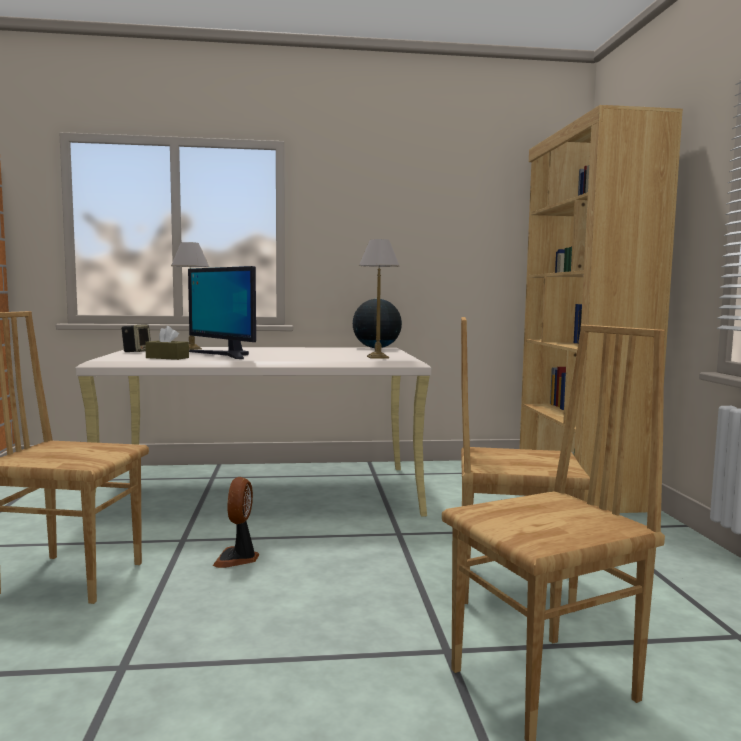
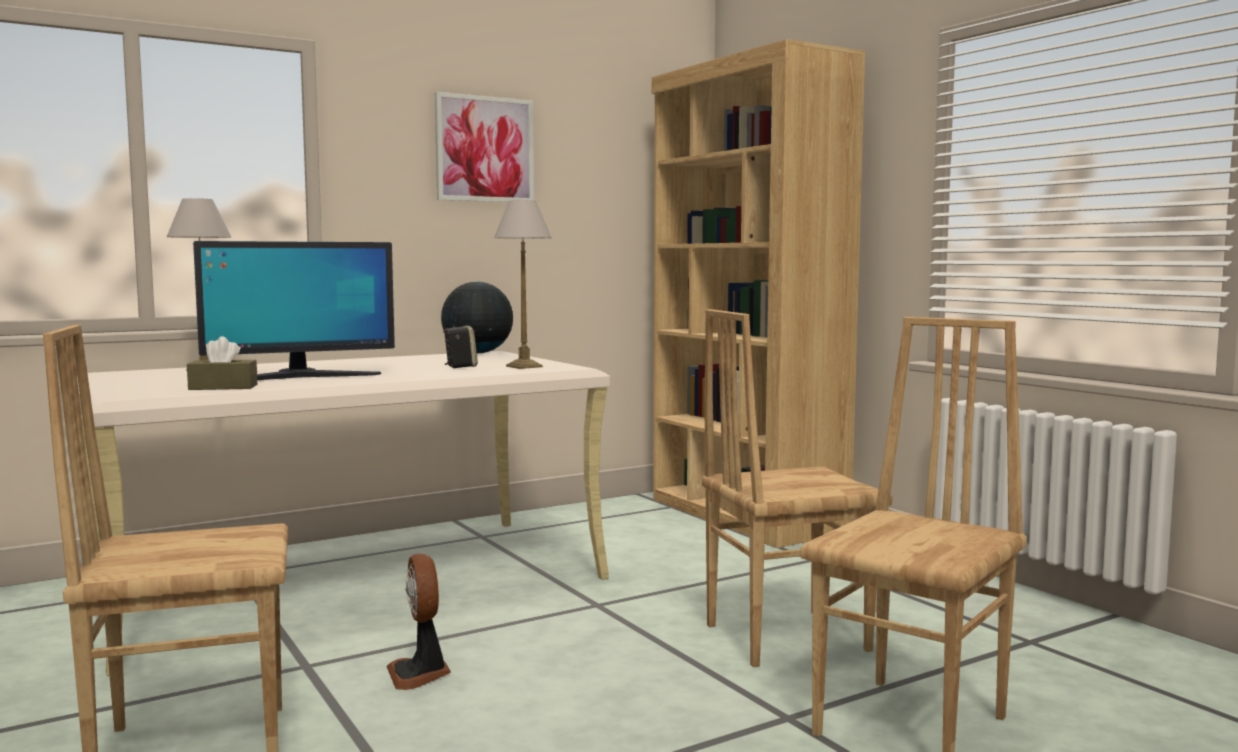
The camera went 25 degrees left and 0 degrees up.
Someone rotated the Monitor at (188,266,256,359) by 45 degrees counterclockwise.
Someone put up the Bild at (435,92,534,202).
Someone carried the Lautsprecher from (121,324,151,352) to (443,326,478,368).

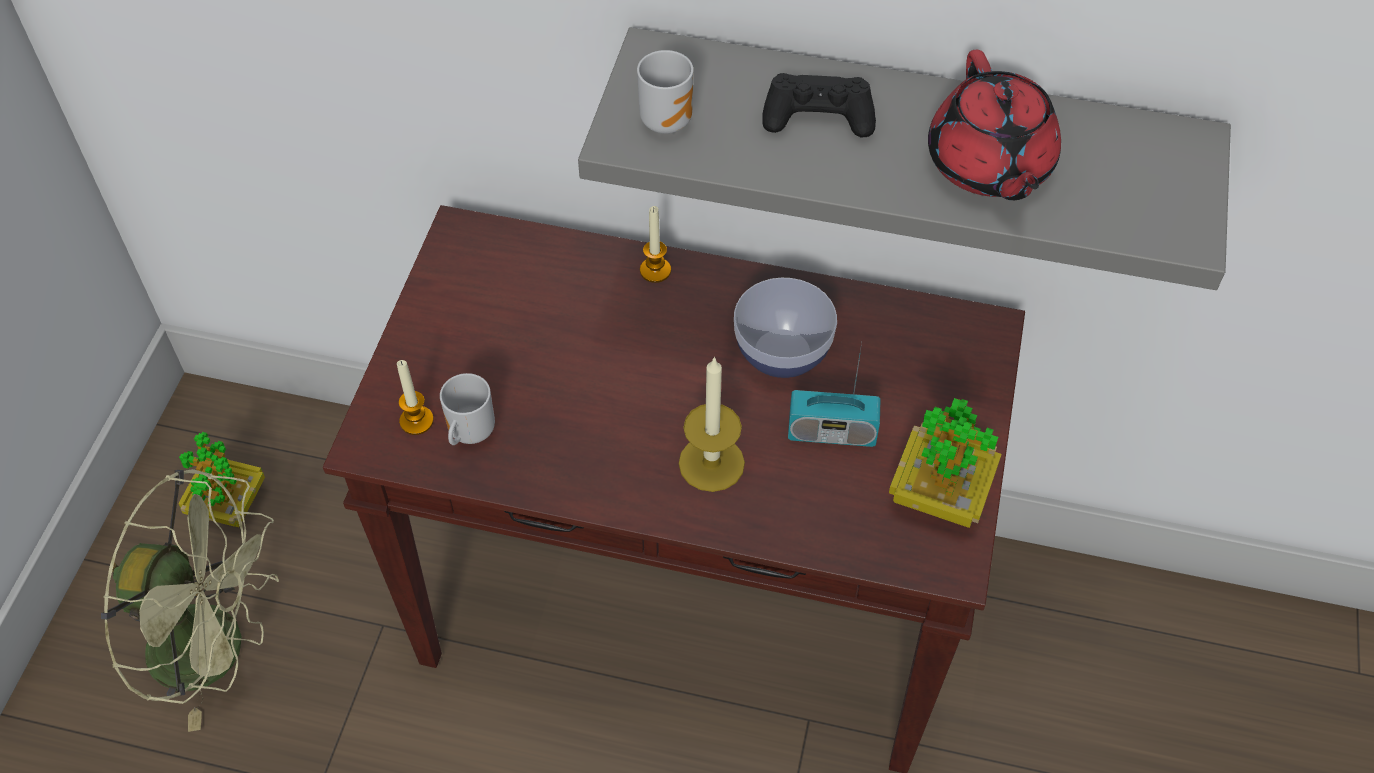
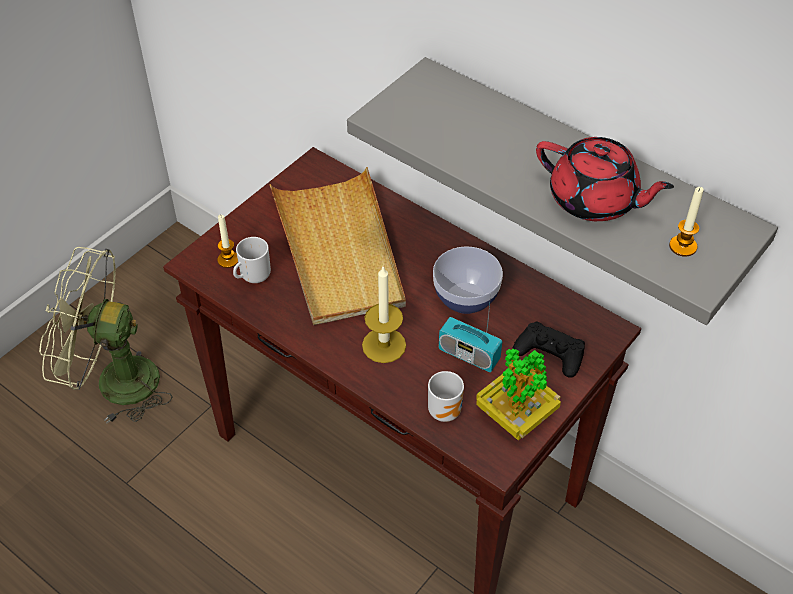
The camera went 25 degrees right and 5 degrees down.
Someone rotated the Ventilator/grün at (101,469,279,732) by 150 degrees clockwise.
Someone put down the Tablett/beige at (269,167,406,325).
Someone carried the Henkelbecher from (637,50,693,134) to (428,371,464,422).
Someone carried the Gamepad/schwarz from (762,73,876,137) to (512,322,585,377).
Someone rotated the Teekanne/rot at (928,49,1061,200) by 75 degrees counterclockwise.
Someone carried the Kerze from (640,206,671,283) to (669,187,704,257).
Someone took away the Topfpflanze at (178,432,265,527).

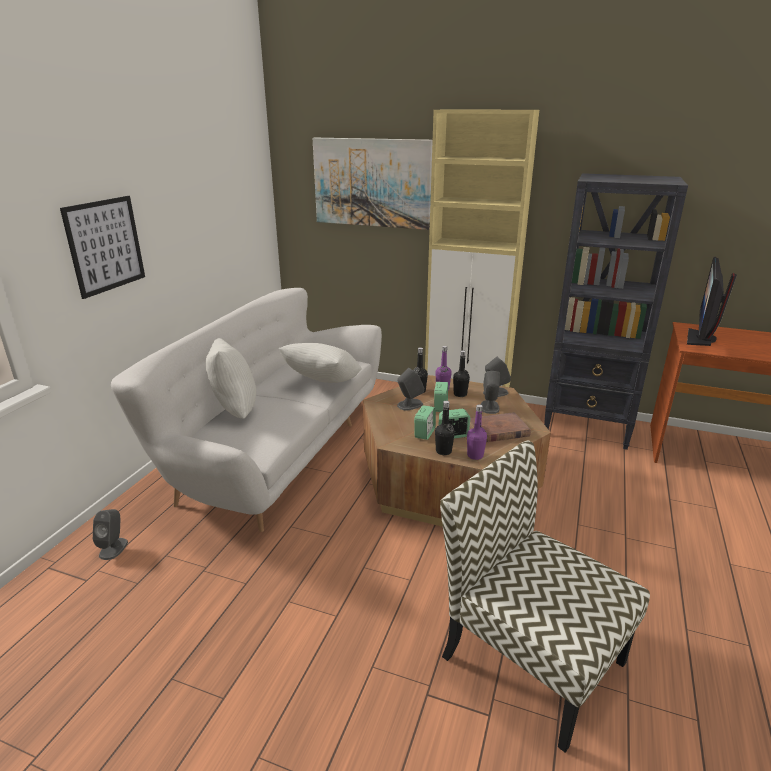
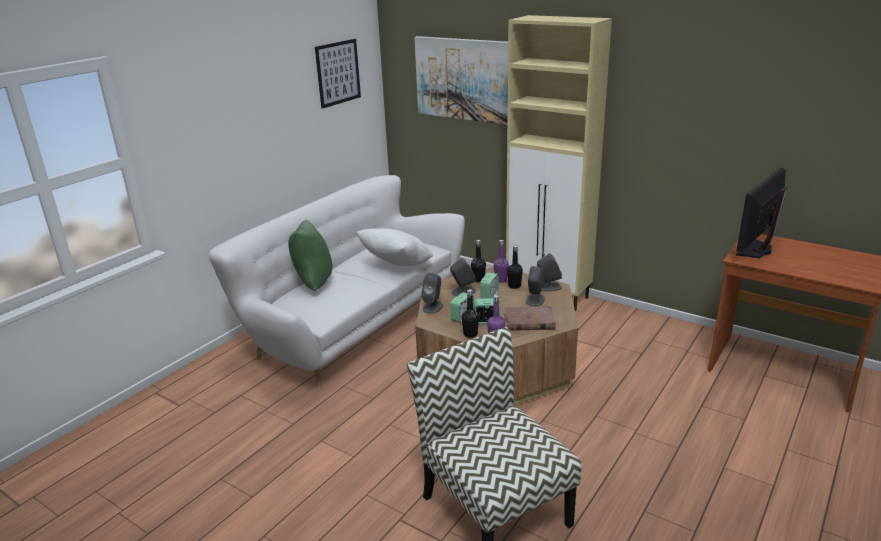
The camera went 15 degrees right and 0 degrees up.
Someone repainted the Kissen/weiß at (205,338,256,419), which became the Kissen/grün at (288,220,333,291).
Someone carried the Bild from (60,196,145,299) to (315,39,361,109).
Someone carried the Lautsprecher/grau from (93,509,128,560) to (421,273,443,314).
Someone took away the Bücherregal/schwarz at (544,173,688,450).

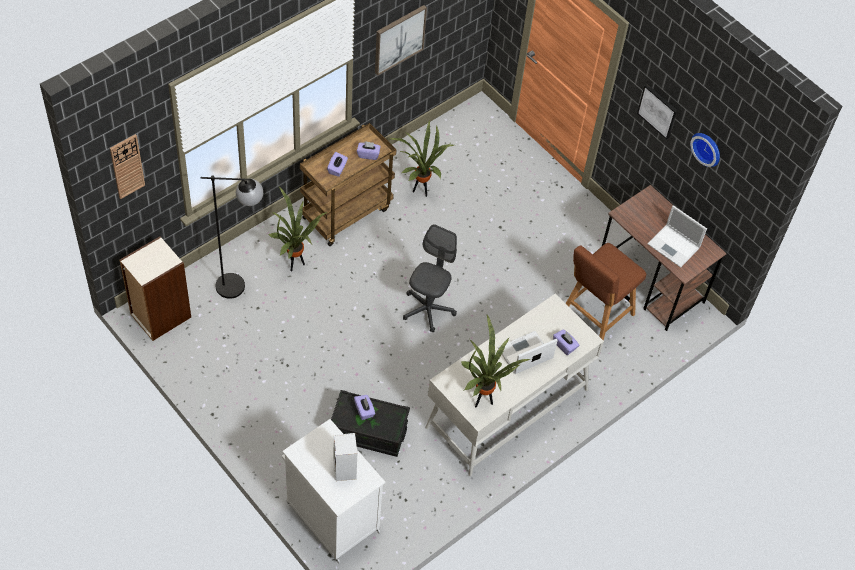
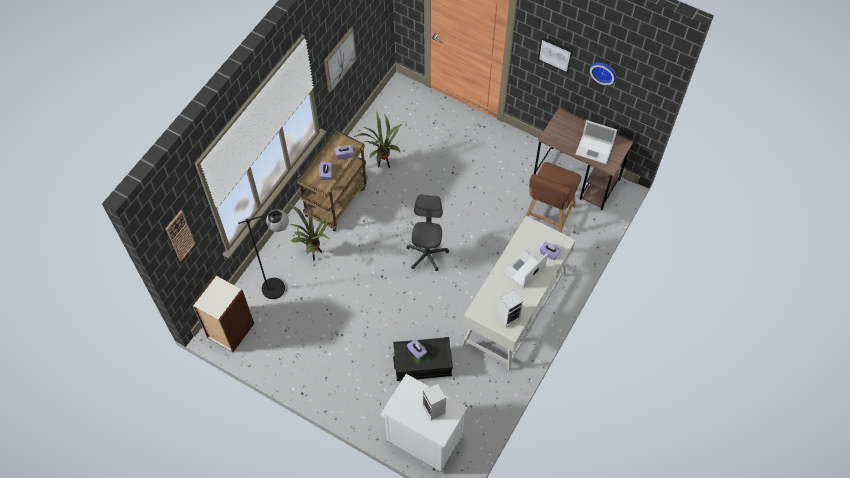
The camera went 15 degrees left and 5 degrees up.
Someone swapped the Topfpflanze at (460,315,531,408) for the Lautsprecher at (497,290,523,327).

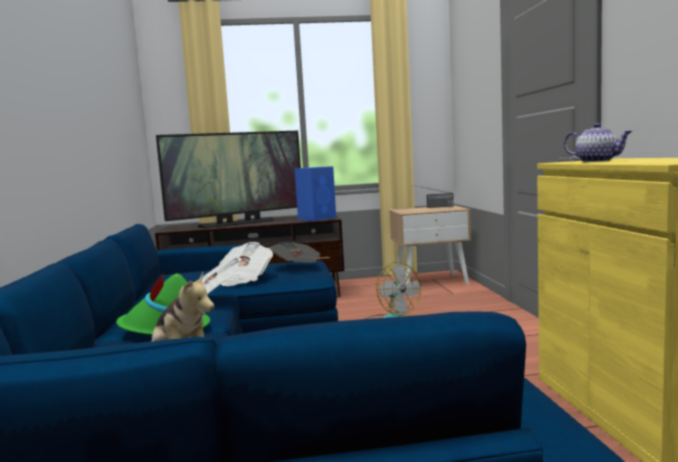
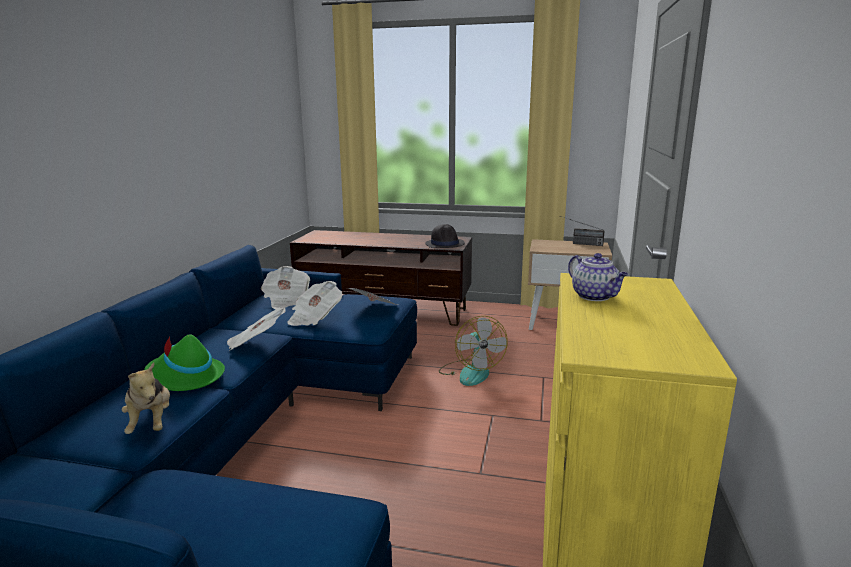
The camera went 20 degrees right and 10 degrees up.
Someone put down the Zeitung at (261,266,310,309).
Someone swapped the Lautsprecher/blau at (295,166,336,221) for the Hut/schwarz at (425,224,465,248).
Someone took away the Fernseher at (156,131,301,228).

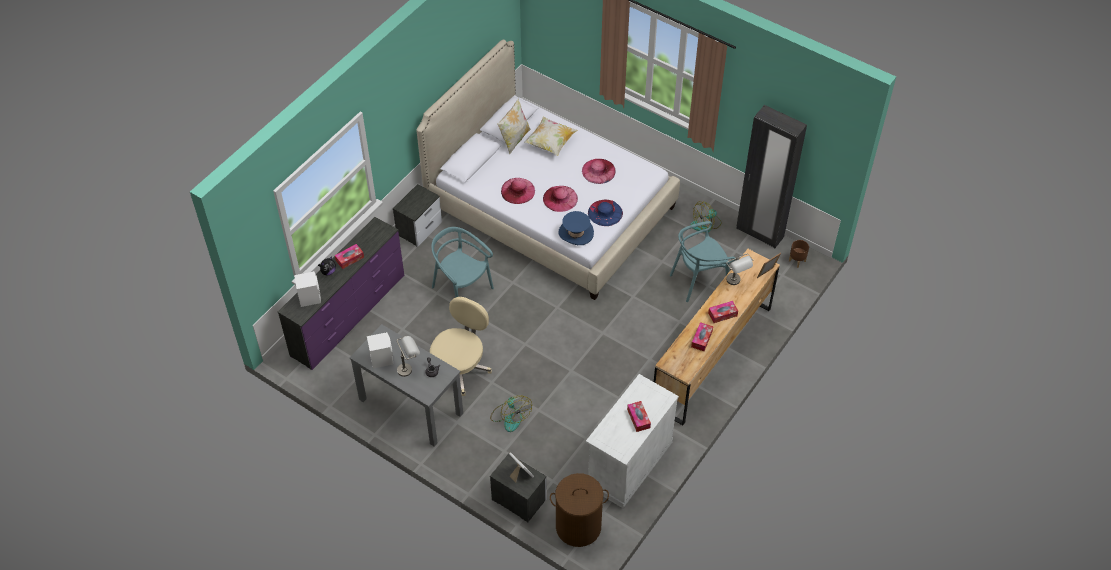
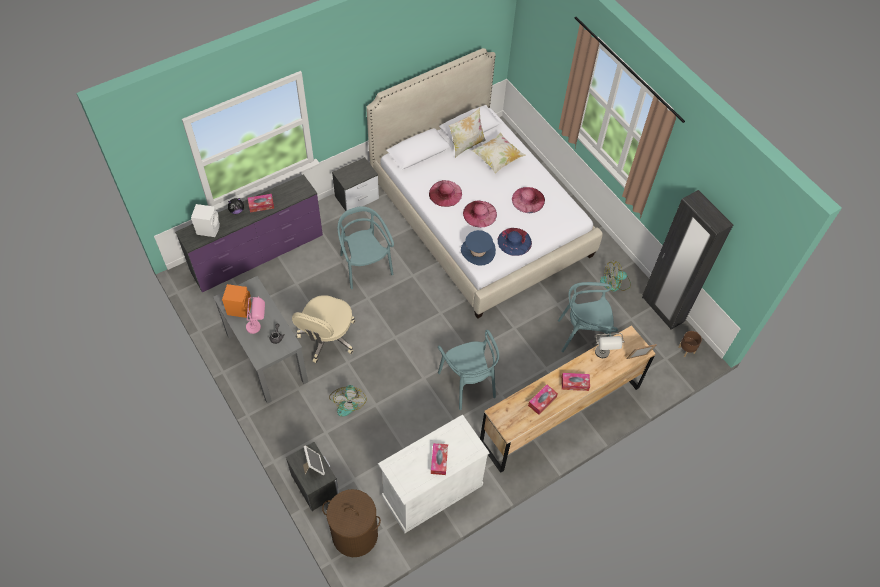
The camera went 20 degrees right and 5 degrees up.
Someone repainted the Lautsprecher/weiß at (367,332,393,368), which became the Lautsprecher/orange at (222,284,251,318).
Someone repainted the Tischlampe/grau at (397,336,420,377), which became the Tischlampe/rosa at (246,297,265,334).
Someone rotated the Bürostuhl/beige at (430,297,492,396) by 150 degrees clockwise.
Someone put down the Stuhl/türkis at (438,330,499,410).

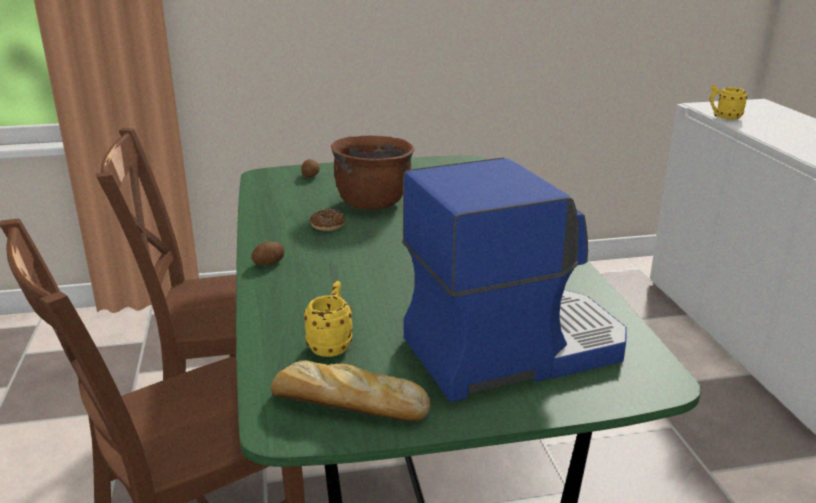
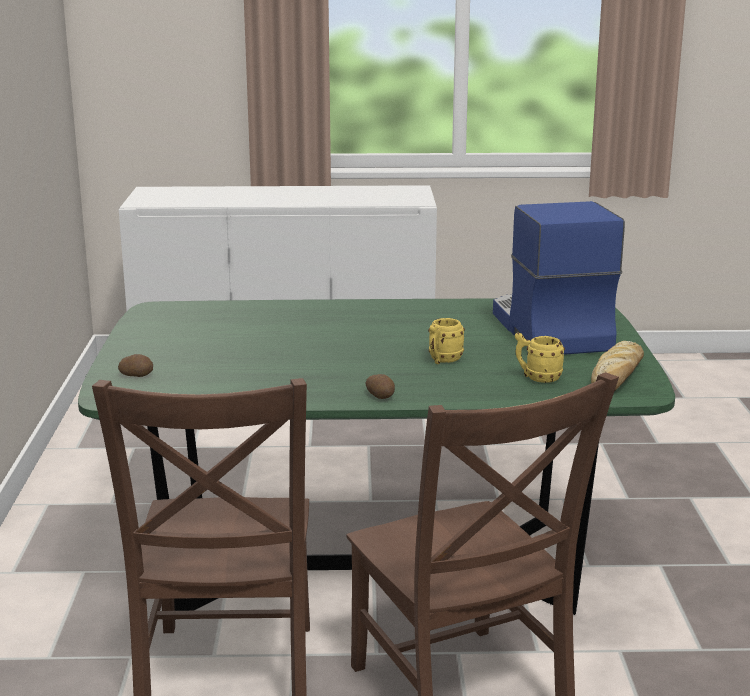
The camera went 80 degrees left and 5 degrees down.
Someone carried the Henkelbecher/gelb from (710,85,747,120) to (428,318,465,364).
Someone took away the Donut at (310,209,345,231).
Someone took away the Kochtopf/braun at (331,135,414,210).

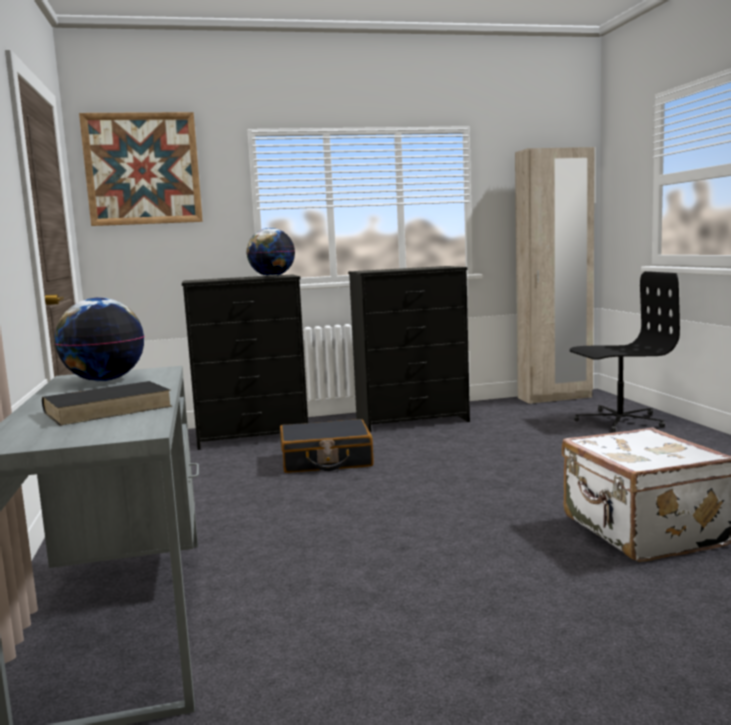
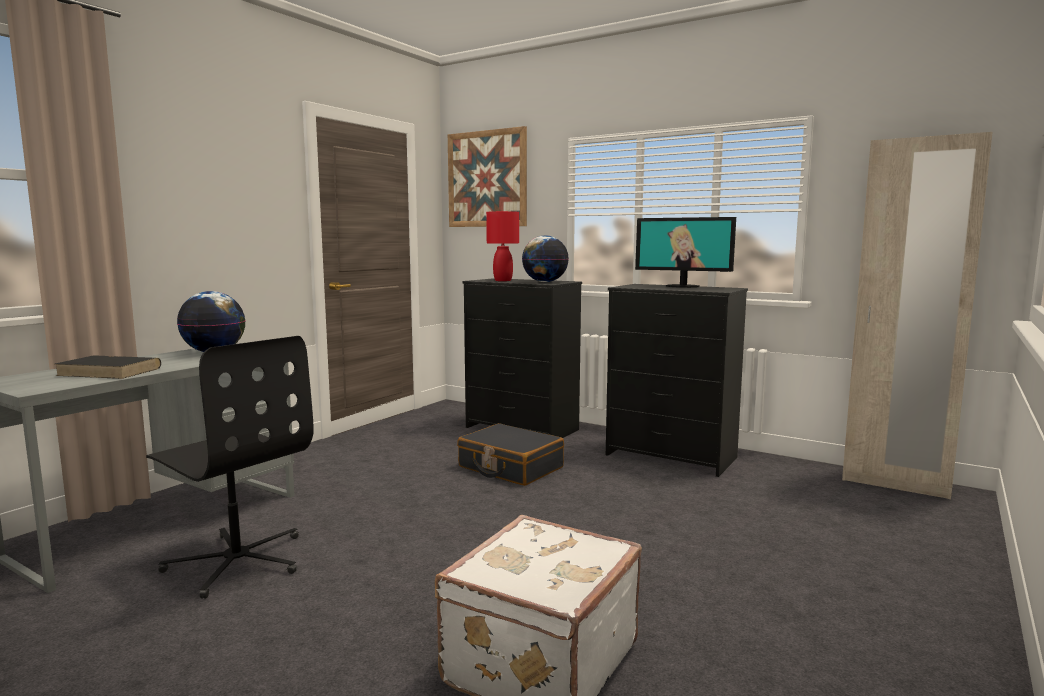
The camera went 45 degrees right and 0 degrees up.
Someone carried the Bürostuhl/schwarz from (569,271,680,432) to (146,336,314,599).
Someone put down the Tischlampe/rot at (486,211,519,281).
Someone put down the Monitor at (635,217,736,288).

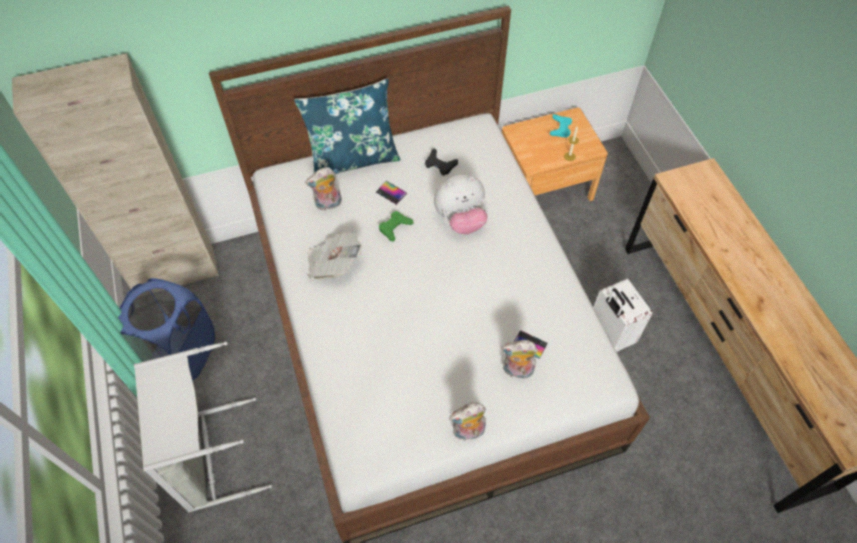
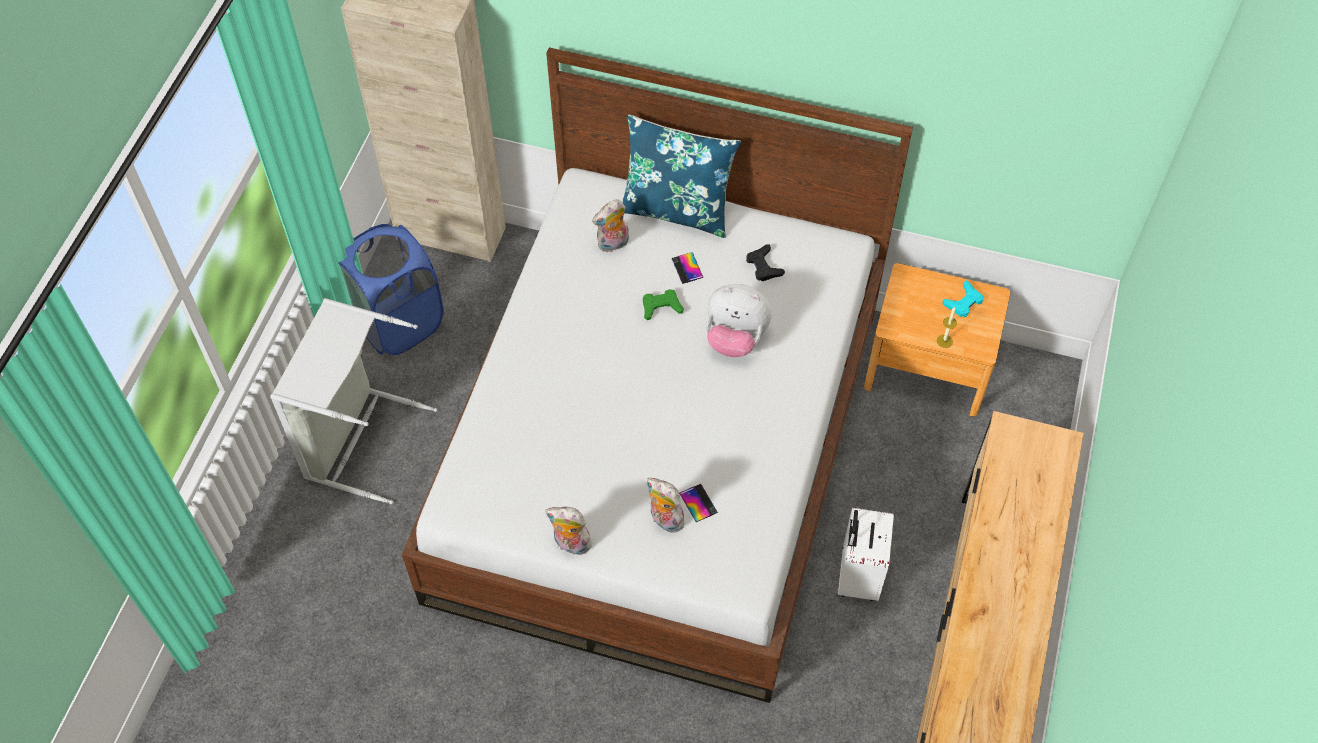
The camera went 35 degrees right and 0 degrees up.
Someone rotated the Plüschtier at (305,167,342,210) by 45 degrees counterclockwise.
Someone took away the Zeitung at (307,232,362,279).

